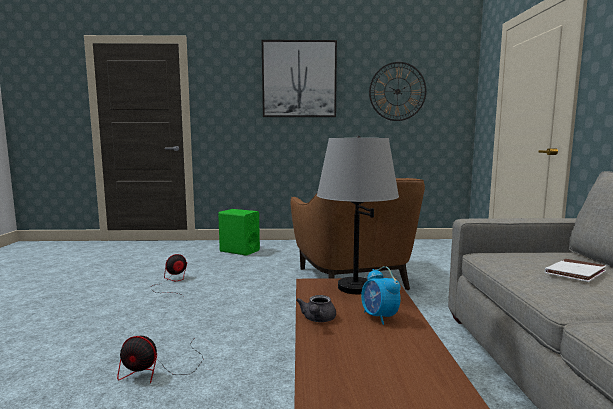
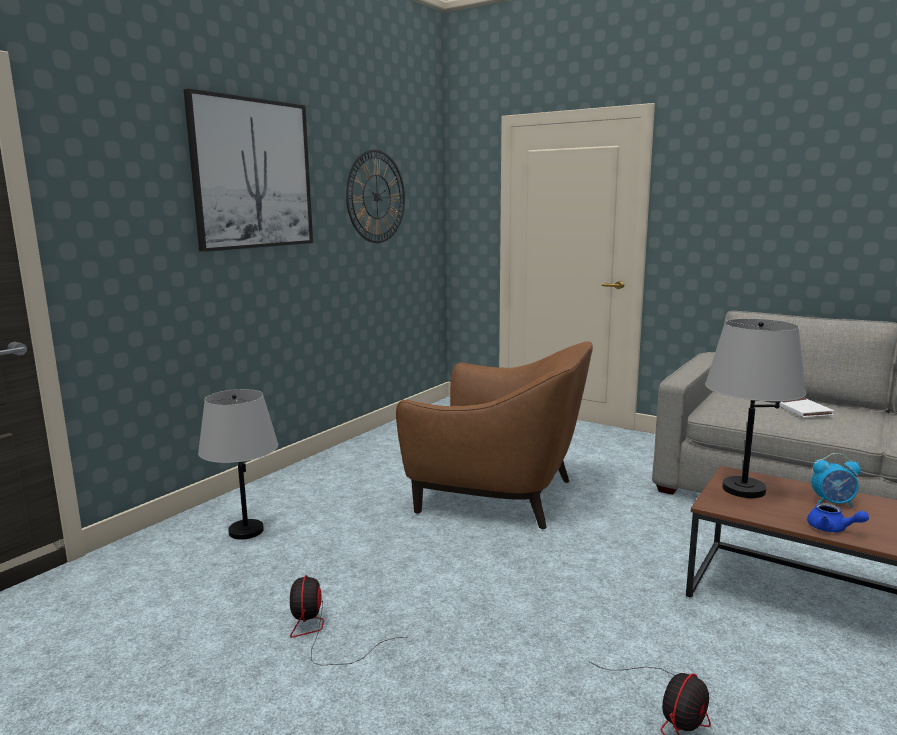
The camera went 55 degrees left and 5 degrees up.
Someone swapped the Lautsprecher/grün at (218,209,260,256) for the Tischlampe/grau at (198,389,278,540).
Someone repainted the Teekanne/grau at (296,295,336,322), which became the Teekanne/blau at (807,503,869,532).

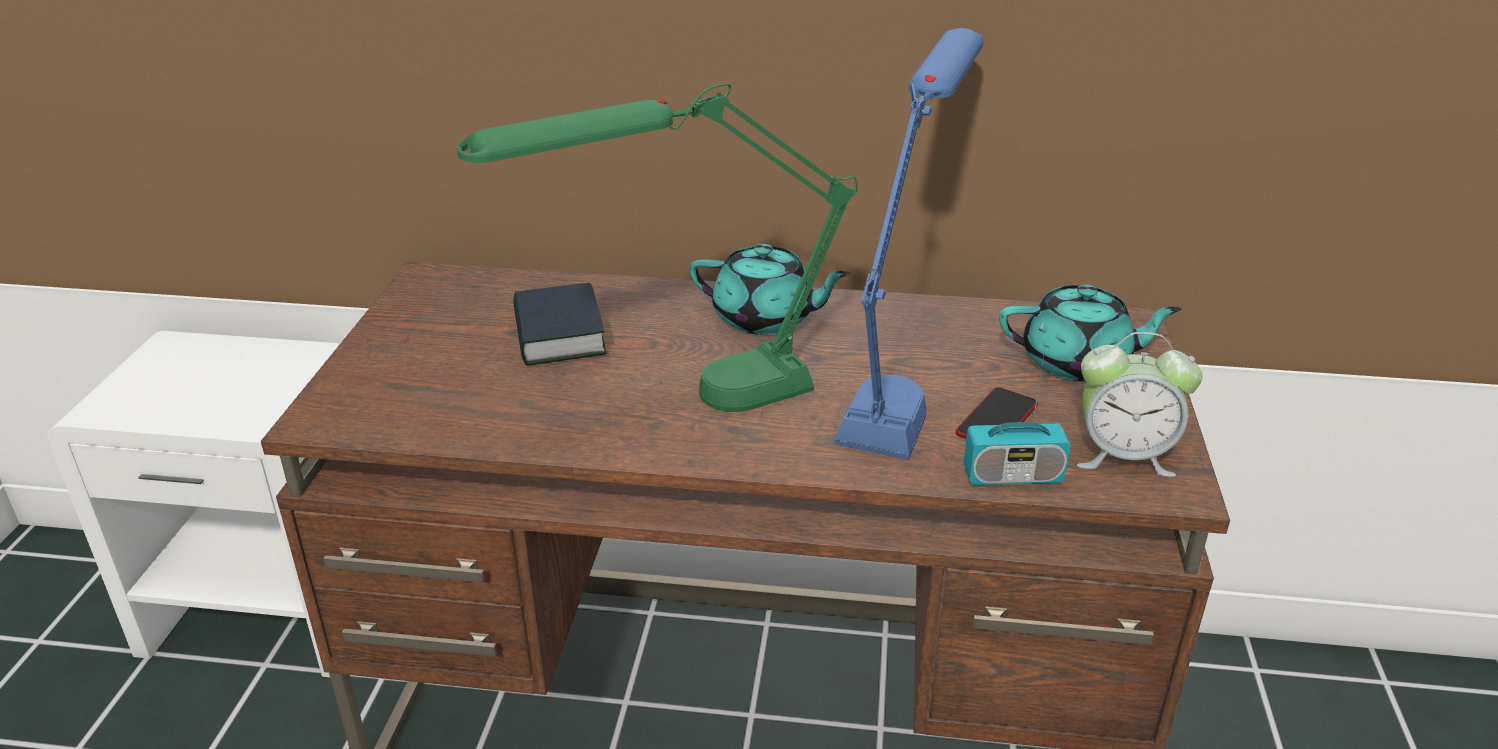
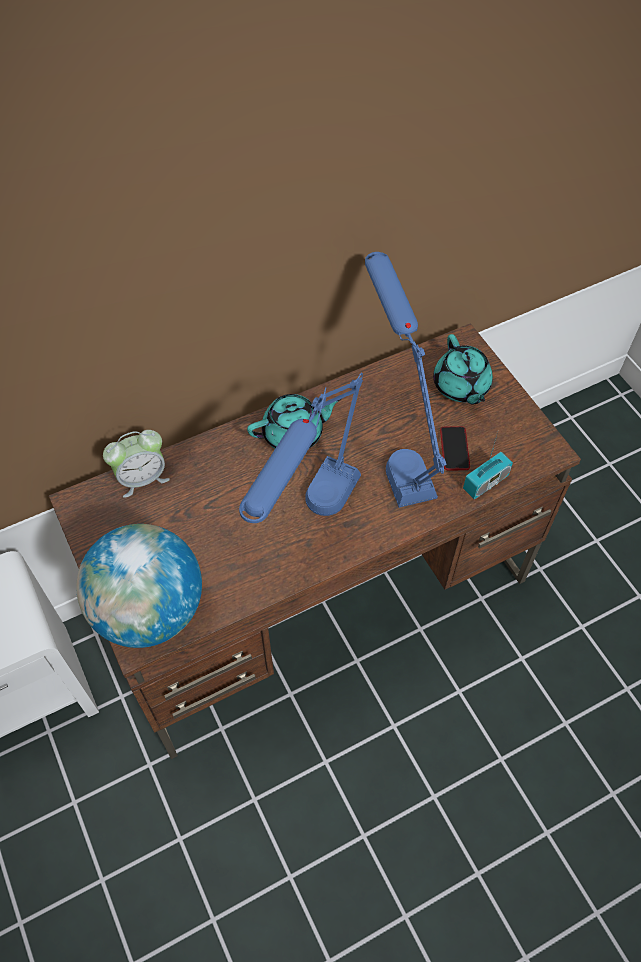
The camera went 35 degrees left and 25 degrees up.
Someone put down the Globus at (76,524,202,648).
Someone carried the Wecker from (1077,332,1203,477) to (103,430,170,498).
Someone repainted the Tischlampe/grün at (457,84,858,412), which became the Tischlampe/blau at (239,373,363,523).
Someone rotated the Teekanne/türkis at (999,285,1182,381) by 105 degrees clockwise.
Someone took away the Buch at (513,283,607,366).

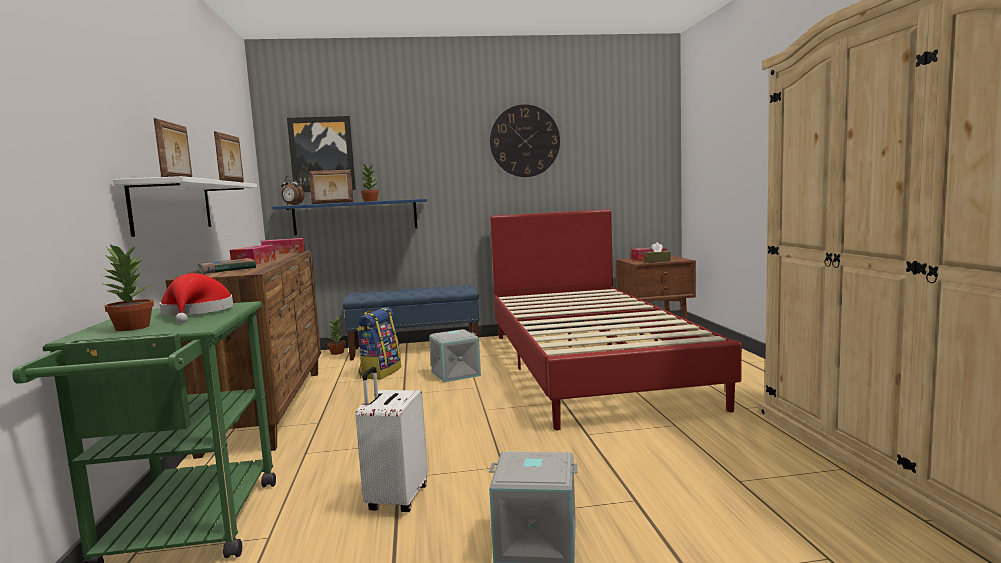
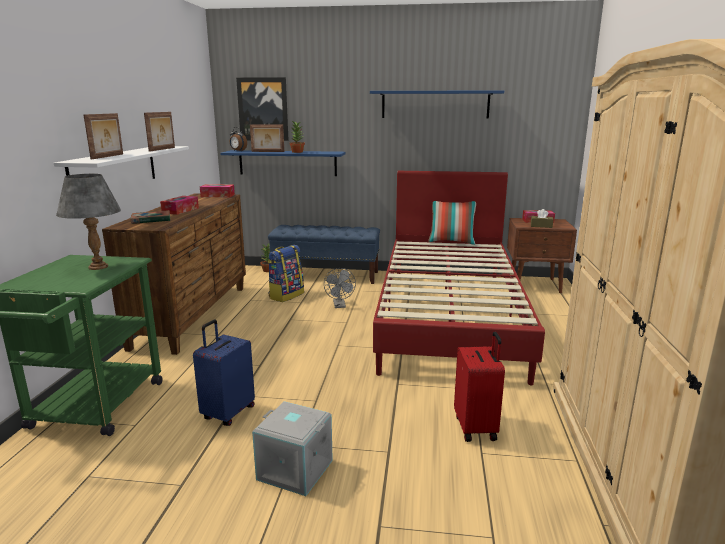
The camera went 15 degrees right and 10 degrees up.
Someone swapped the Hut/rot at (160,273,233,324) for the Tischlampe/grau at (56,174,121,270).
Someone repainted the Koffer/weiß at (356,367,428,512), which became the Koffer/blau at (193,320,255,426).
Someone swapped the Aufbewahrungsbox/grau at (429,329,481,382) for the Ventilator/grau at (324,268,356,308).
Someone swapped the Wanduhr at (490,104,560,177) for the Wandregal/blau at (370,90,504,118).
Someone put down the Kissen at (428,201,476,245).
Someone put down the Koffer/rot at (454,332,505,442).
Someone took away the Topfpflanze at (102,244,154,331).

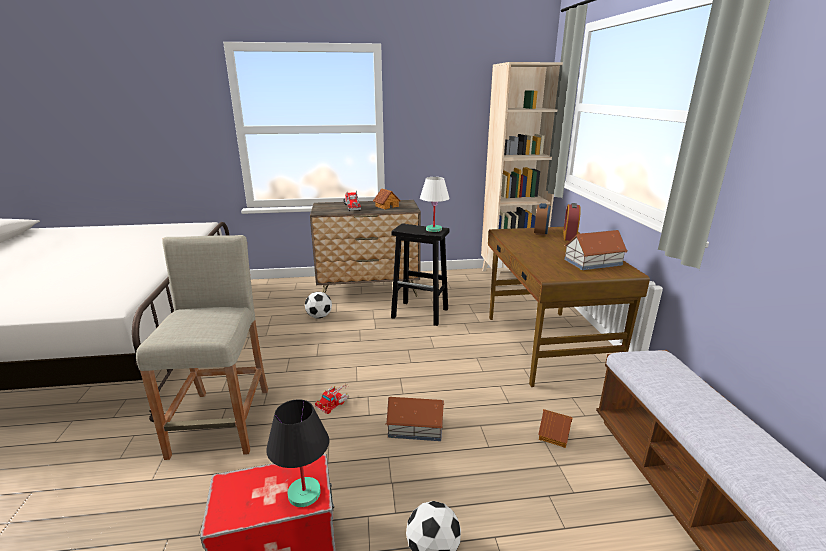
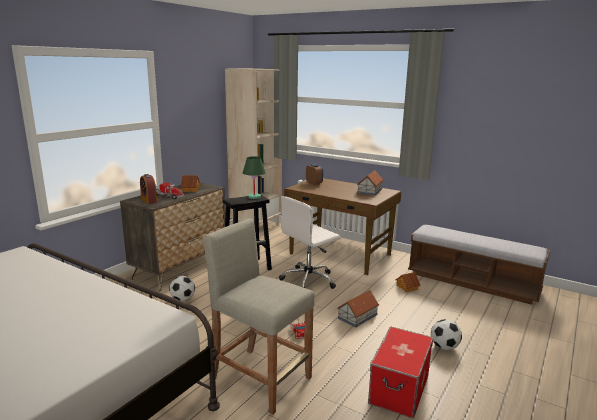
The camera went 50 degrees left and 5 degrees down.
Someone carried the Wecker from (563,203,581,241) to (140,174,157,204).
Someone repainted the Tischlampe/weiß at (420,177,450,232), which became the Tischlampe/grün at (243,156,266,199).
Someone put down the Bürostuhl/weiß at (279,196,341,289).
Someone took away the Tischlampe/schwarz at (266,399,329,507).

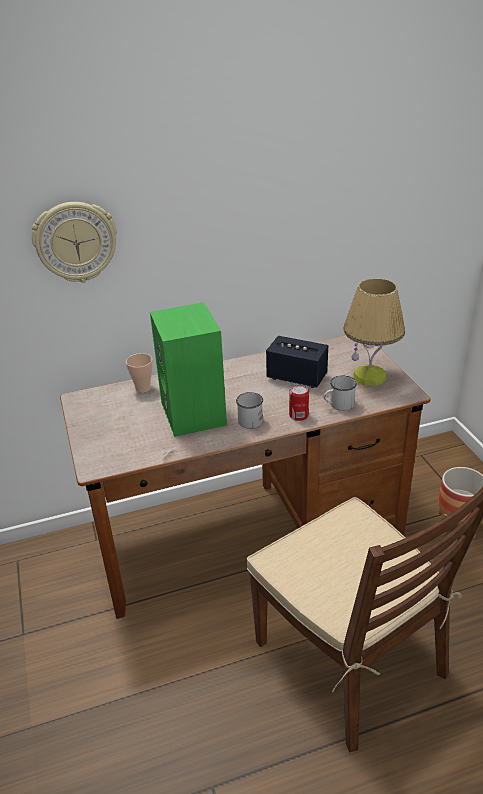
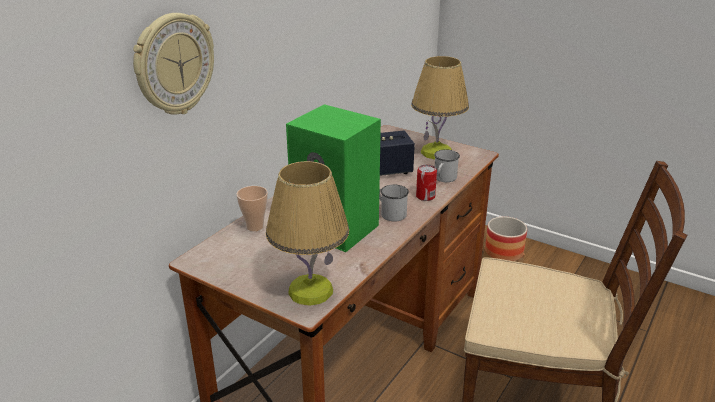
The camera went 40 degrees left and 5 degrees down.
Someone put down the Tischlampe at (266,161,349,306).

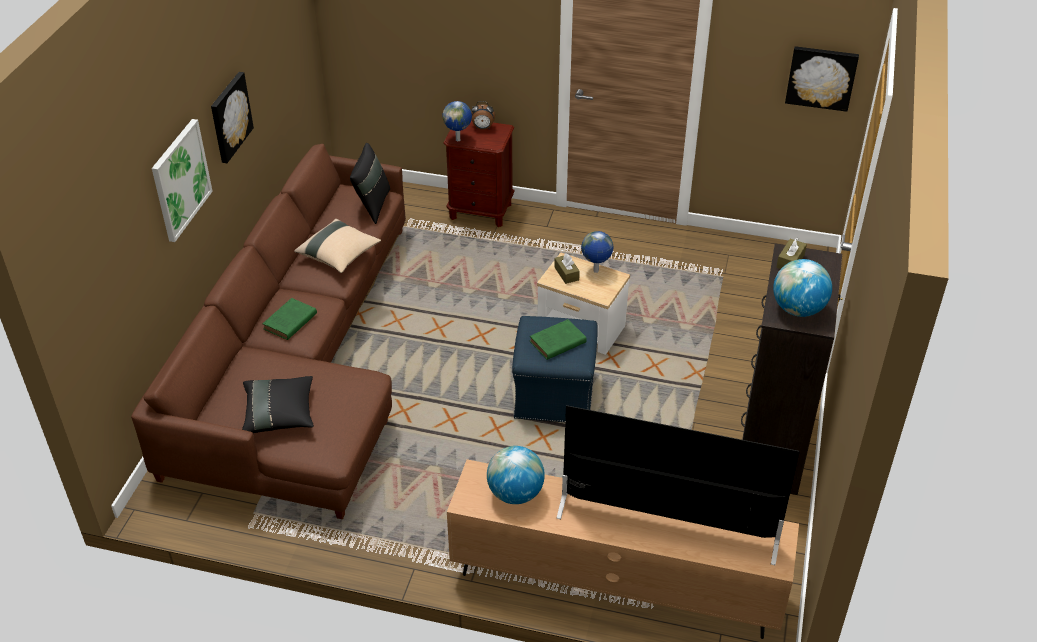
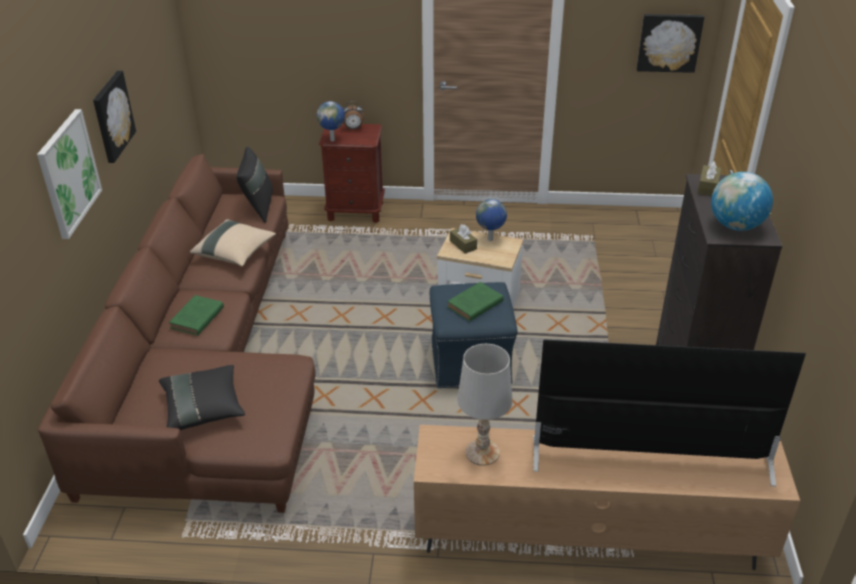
The camera went 10 degrees left and 5 degrees down.
Someone swapped the Globus at (487,446,545,504) for the Tischlampe/weiß at (457,344,512,466).

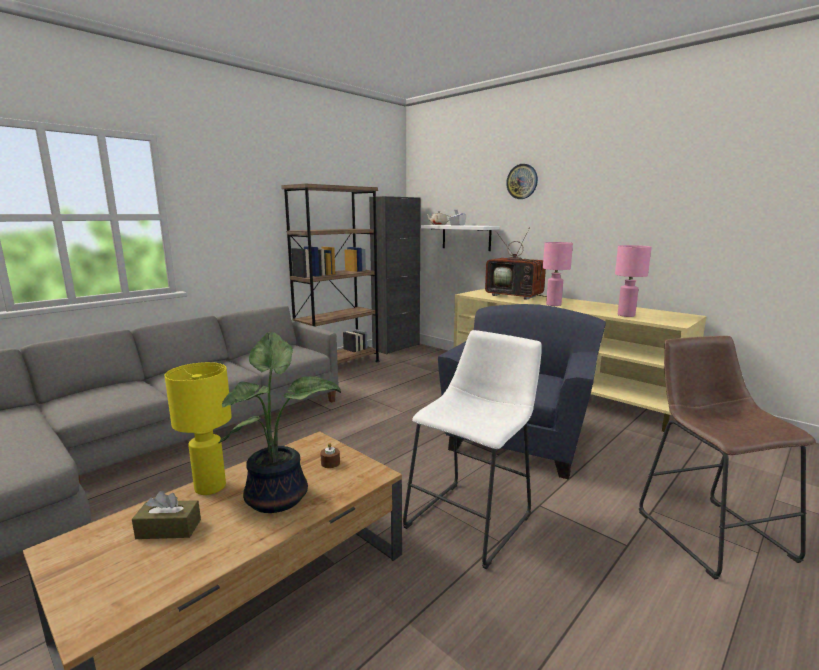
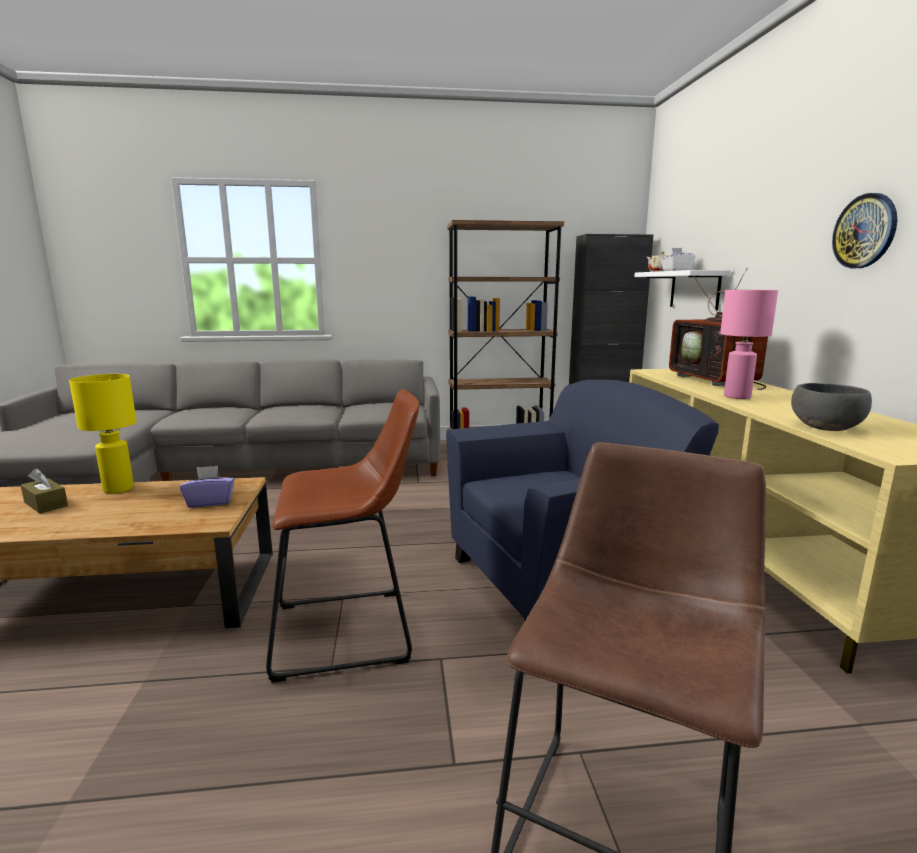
The camera went 40 degrees right and 0 degrees up.
Someone swapped the Kerze/braun at (320,443,340,468) for the Taschentuchbox/lila at (179,466,235,508).
Someone repainted the Hocker/weiß at (403,330,542,569), which became the Hocker/braun at (266,389,420,683).
Someone swapped the Tischlampe/rosa at (615,245,652,317) for the Schüssel/grau at (791,383,872,431).
Someone carried the Wanduhr from (506,164,538,199) to (832,193,897,268).
Someone took away the Topfpflanze at (219,332,341,513).

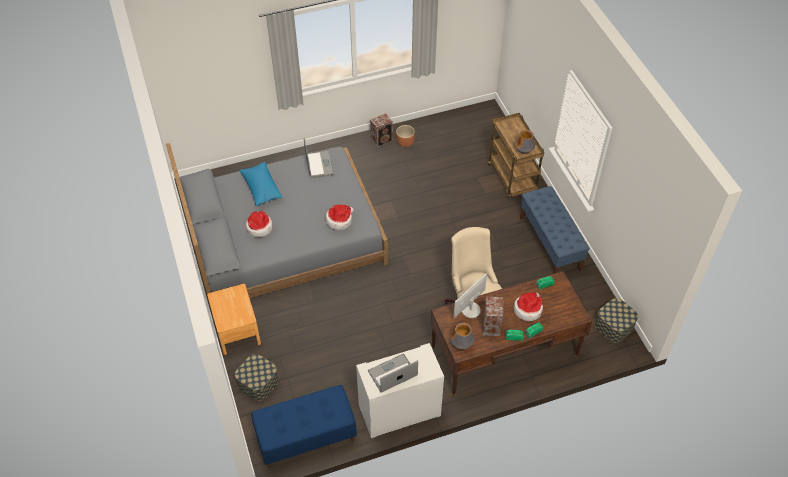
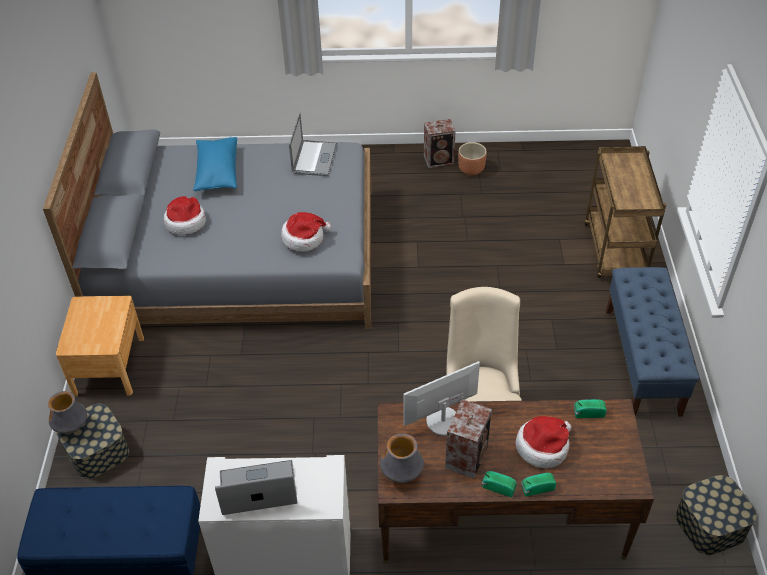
The camera went 20 degrees right and 5 degrees down.
Someone carried the Vase from (515,130,535,154) to (48,391,87,434).

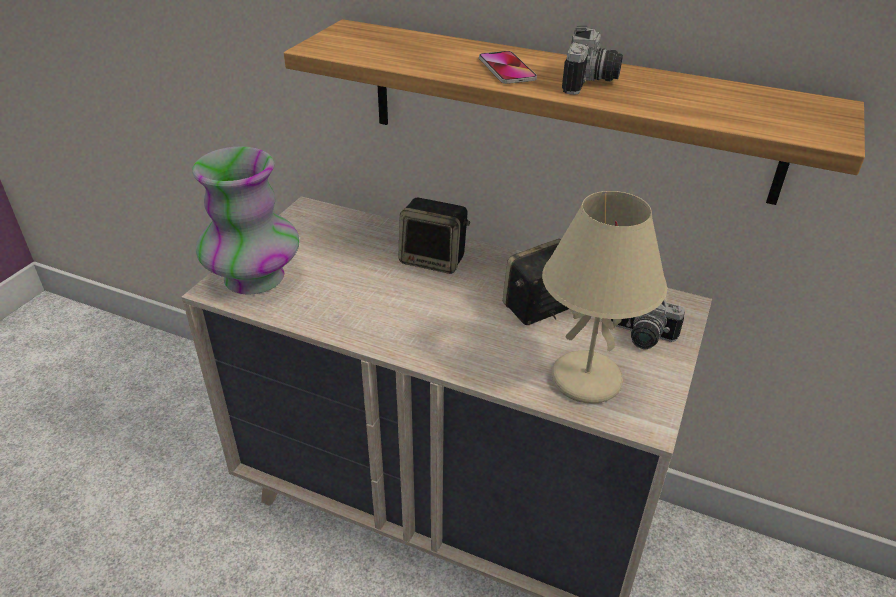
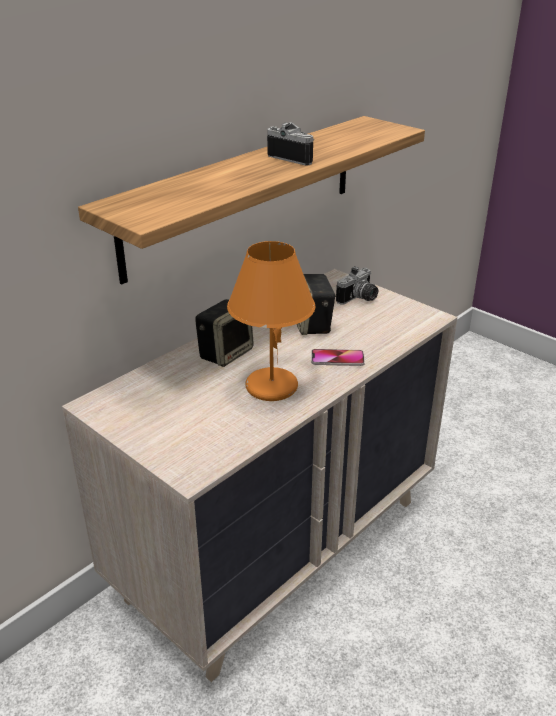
The camera went 70 degrees left and 5 degrees down.
Someone put down the Tischlampe/orange at (227,241,315,401).
Someone carried the Handy from (479,51,537,84) to (311,349,365,366).
Someone took away the Vase at (192,147,300,295).
Someone took away the Tischlampe/beige at (542,191,667,404).

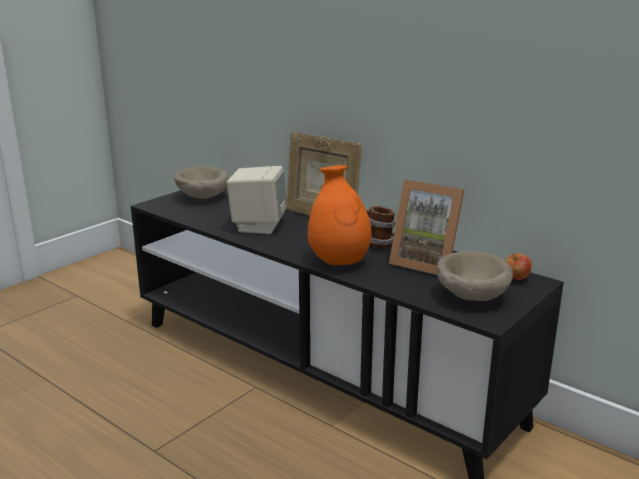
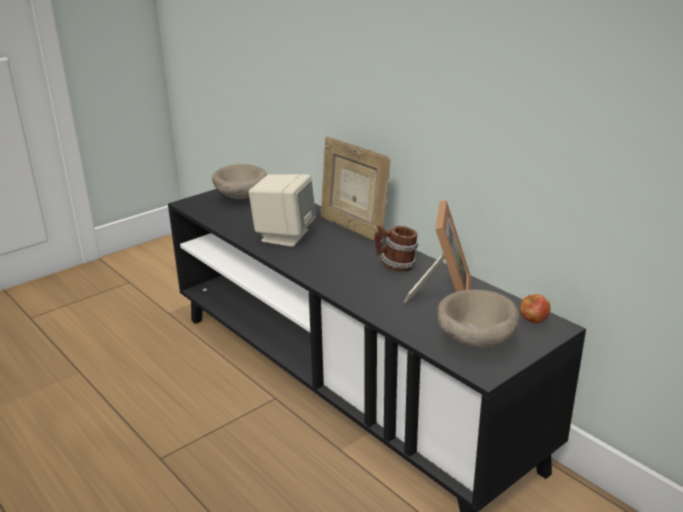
The camera went 10 degrees right and 5 degrees up.
Someone rotated the Bilderrahmen at (389,179,464,275) by 120 degrees counterclockwise.
Someone took away the Vase/orange at (308,165,371,266).

